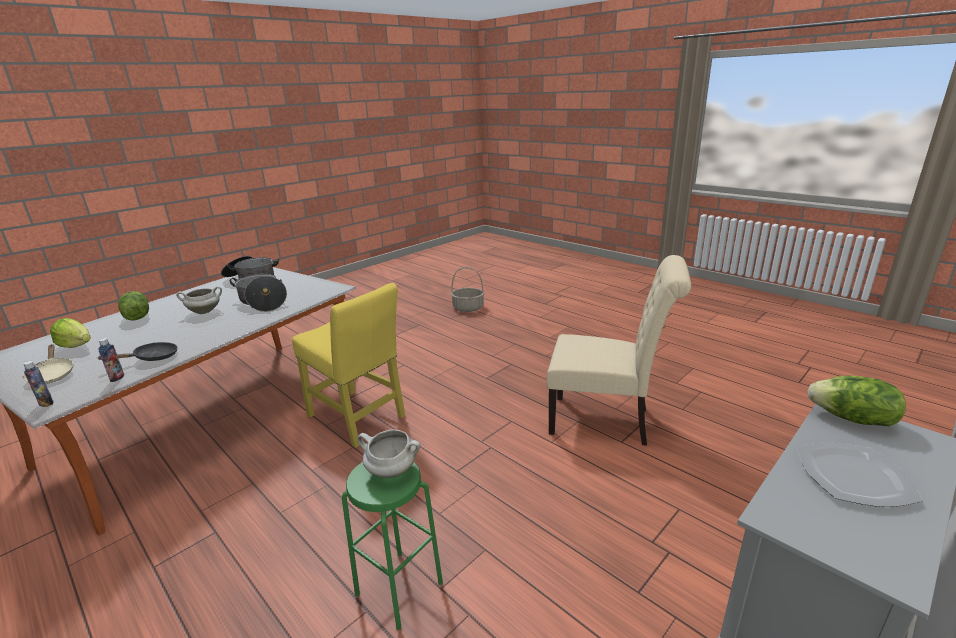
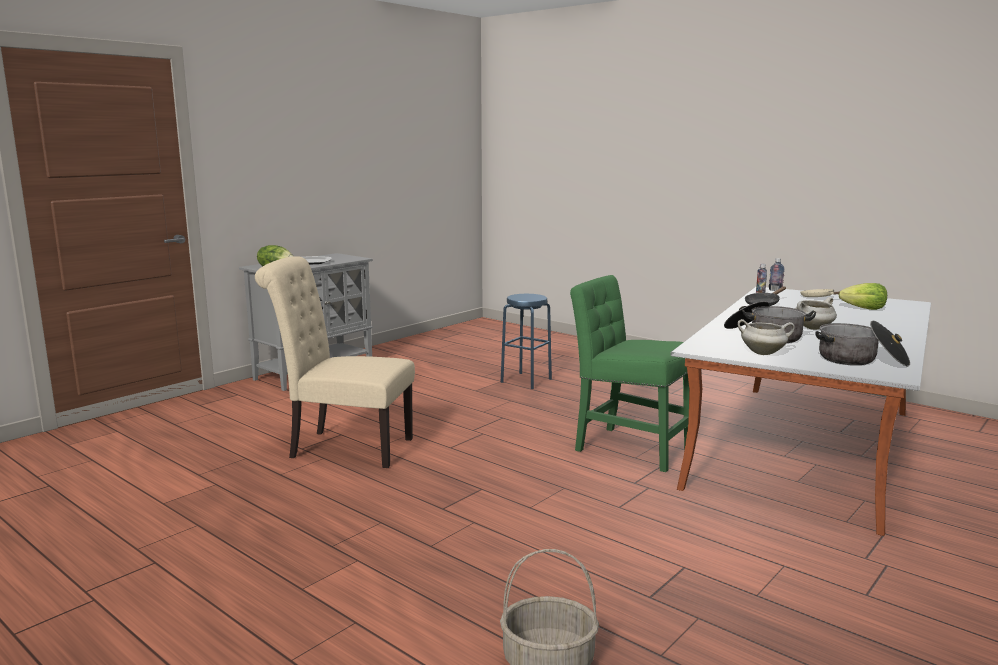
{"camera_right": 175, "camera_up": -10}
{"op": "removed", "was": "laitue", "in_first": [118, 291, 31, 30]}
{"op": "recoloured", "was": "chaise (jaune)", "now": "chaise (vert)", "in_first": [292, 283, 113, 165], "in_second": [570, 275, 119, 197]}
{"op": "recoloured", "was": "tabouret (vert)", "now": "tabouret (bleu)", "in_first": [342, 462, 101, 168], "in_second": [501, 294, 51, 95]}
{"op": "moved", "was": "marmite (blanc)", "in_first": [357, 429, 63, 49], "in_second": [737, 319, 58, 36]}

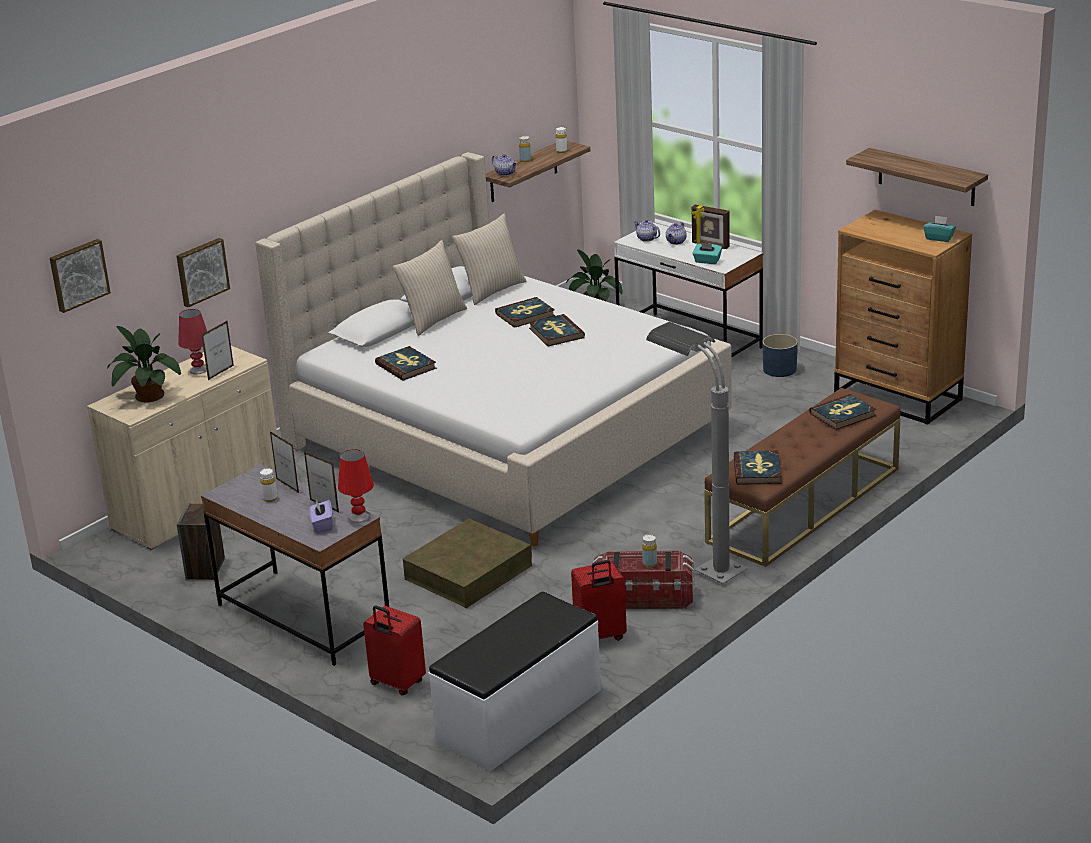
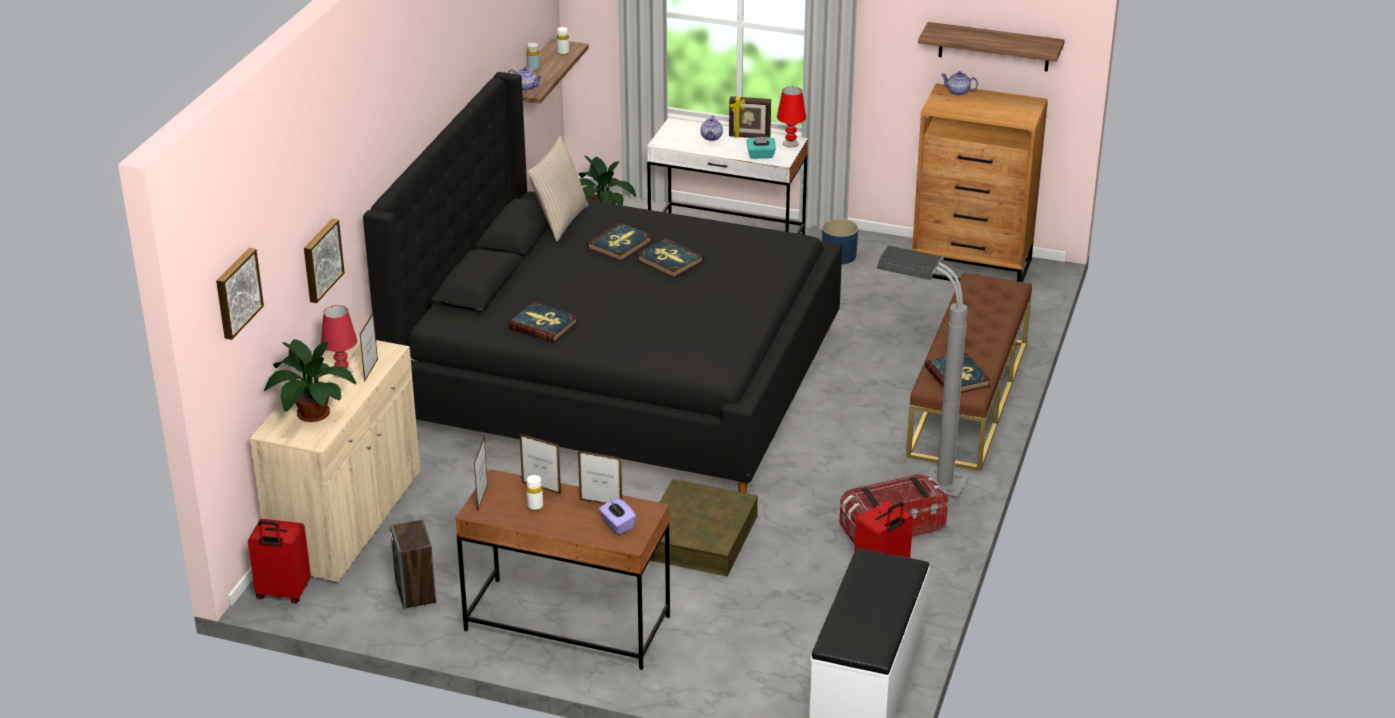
{"camera_right": -25, "camera_up": 5}
{"op": "recoloured", "was": "bureau (gris)", "now": "bureau (marron)", "in_first": [201, 464, 188, 202], "in_second": [455, 469, 215, 201]}
{"op": "recoloured", "was": "lit (beige)", "now": "lit (noir)", "in_first": [255, 152, 477, 395], "in_second": [363, 72, 479, 421]}
{"op": "moved", "was": "lampe de table (rouge)", "in_first": [338, 449, 36, 74], "in_second": [777, 87, 29, 61]}
{"op": "moved", "was": "valise (rouge)", "in_first": [363, 605, 63, 90], "in_second": [248, 519, 63, 84]}
{"op": "removed", "was": "coussin (beige)", "in_first": [393, 240, 74, 96]}
{"op": "moved", "was": "théière", "in_first": [633, 220, 27, 22], "in_second": [941, 71, 37, 25]}
{"op": "removed", "was": "bouteille (jaune)", "in_first": [642, 534, 15, 33]}
{"op": "removed", "was": "livre", "in_first": [809, 394, 67, 36]}
{"op": "removed", "was": "boîte à mouchoirs (turquoise)", "in_first": [923, 215, 33, 27]}
{"op": "added", "now": "cadre photo", "in_second": [474, 438, 14, 73]}

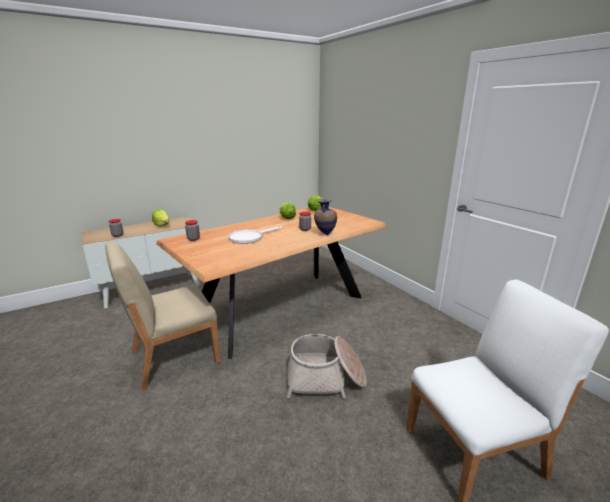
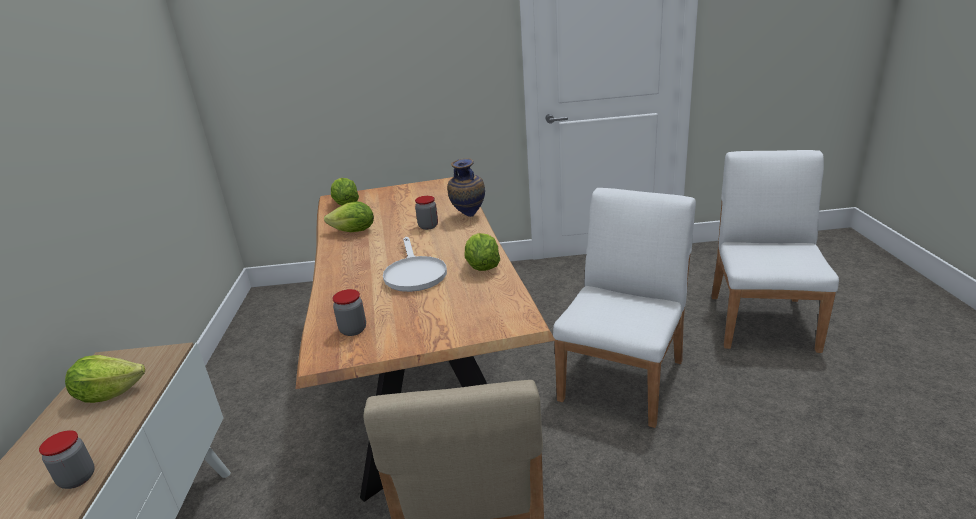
{"camera_right": -60, "camera_up": 5}
{"op": "replaced", "was": "panier", "now": "chaise (blanc)", "in_first": [287, 334, 80, 65], "in_second": [553, 188, 143, 240]}
{"op": "added", "now": "laitue", "in_second": [465, 233, 35, 38]}

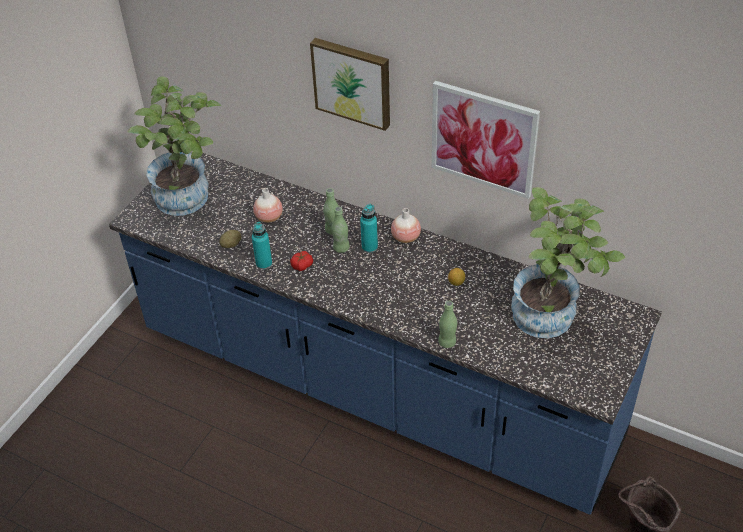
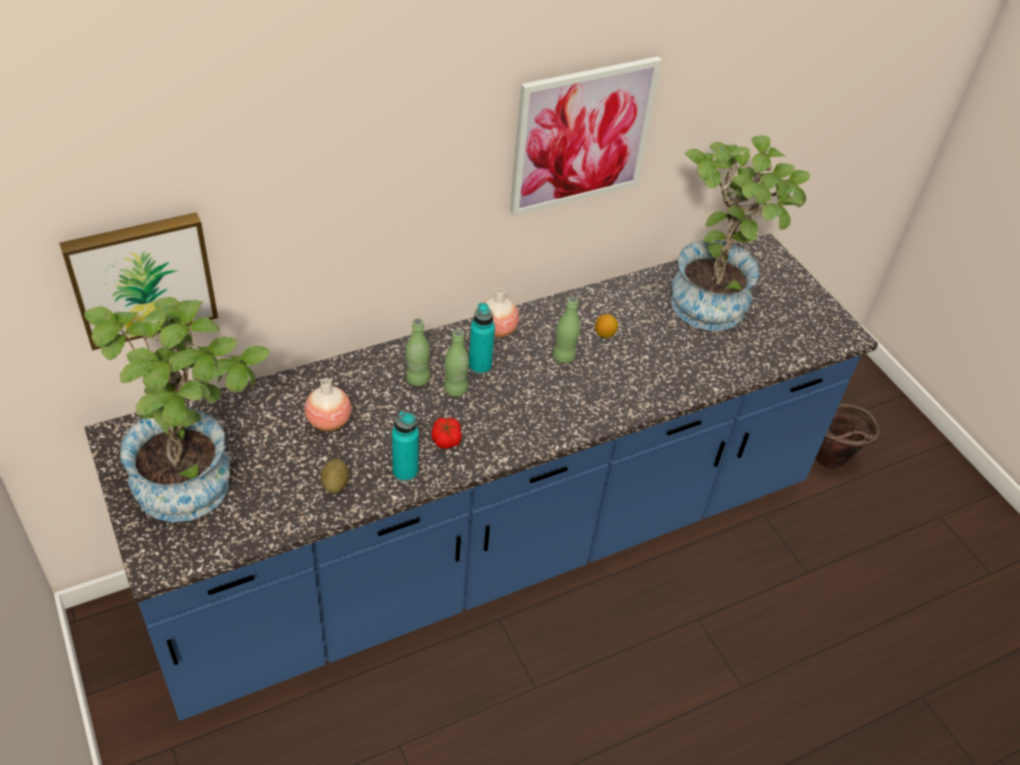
{"camera_right": -60, "camera_up": 0}
{"op": "moved", "was": "tableau", "in_first": [310, 38, 80, 93], "in_second": [59, 212, 159, 139]}
{"op": "moved", "was": "bouteille (vert)", "in_first": [438, 301, 19, 47], "in_second": [553, 296, 27, 67]}

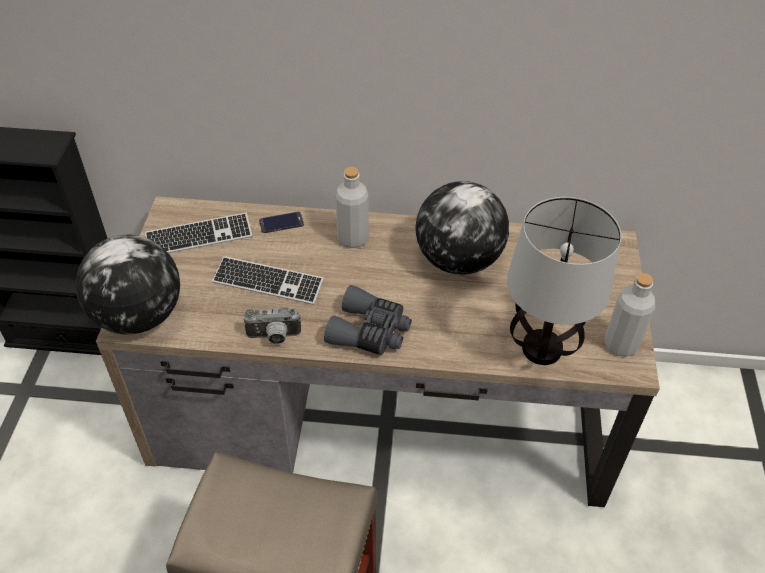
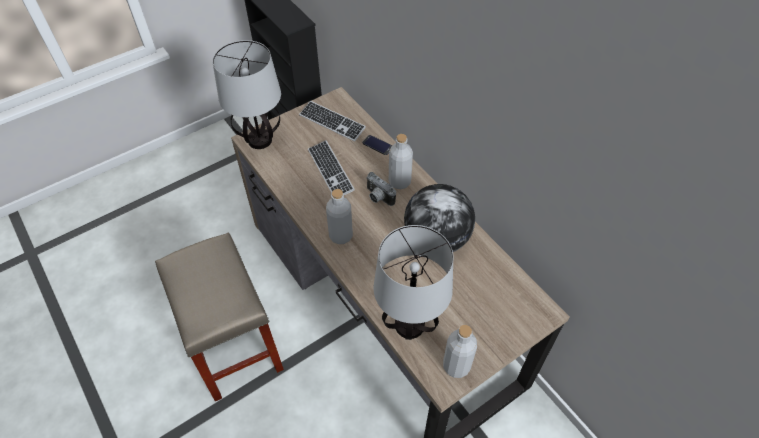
{"camera_right": 50, "camera_up": 5}
{"op": "replaced", "was": "globe", "now": "lampe de table", "in_first": [76, 235, 104, 99], "in_second": [213, 40, 68, 109]}
{"op": "moved", "was": "appareil photo", "in_first": [243, 307, 58, 38], "in_second": [366, 172, 30, 34]}
{"op": "replaced", "was": "jumelles (gris)", "now": "bouteille (gris)", "in_first": [324, 285, 88, 70], "in_second": [326, 189, 27, 55]}

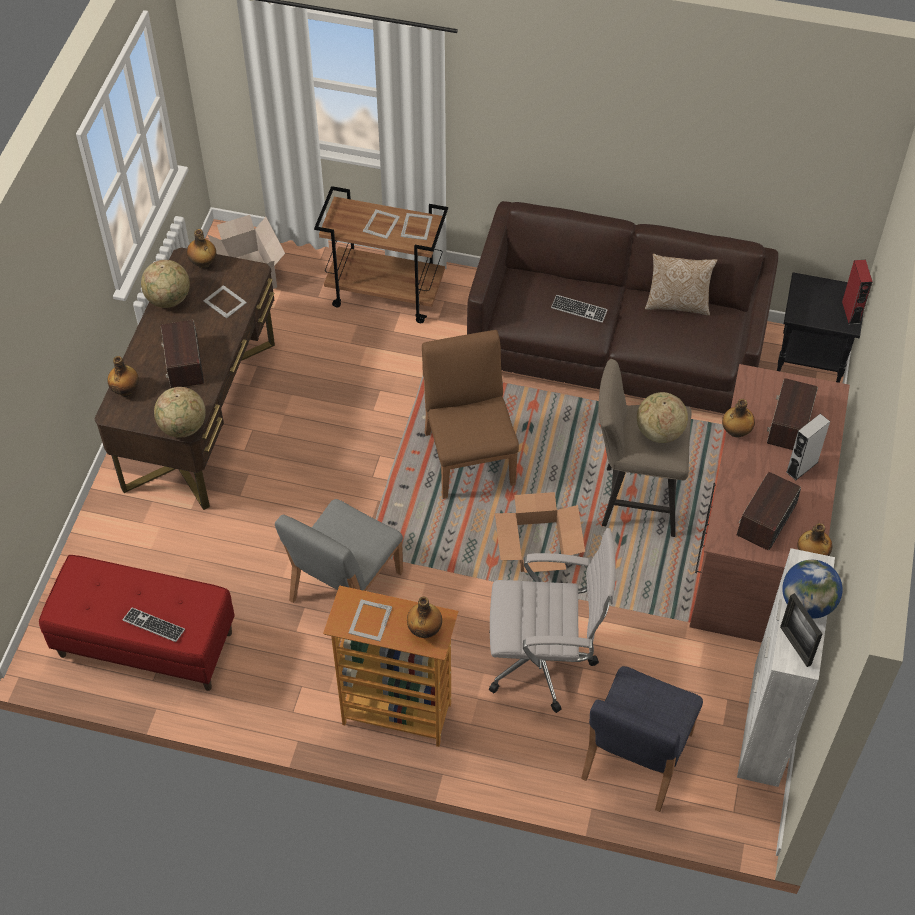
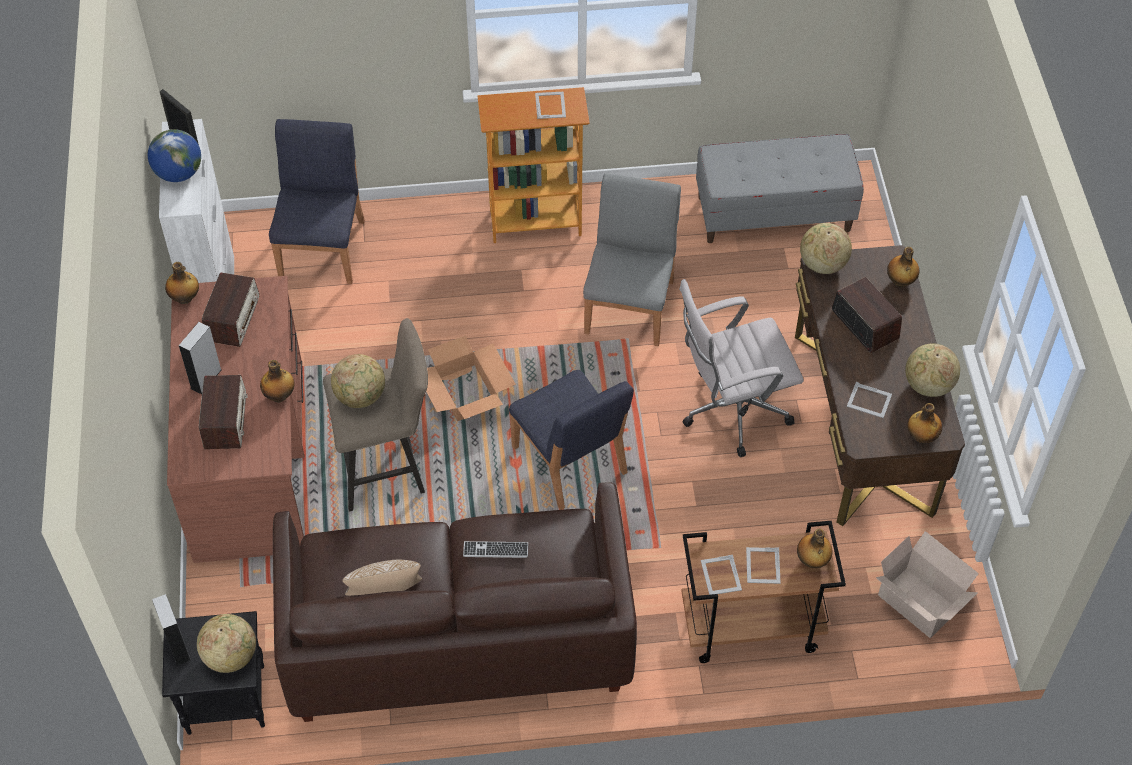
{"camera_right": 160, "camera_up": 0}
{"op": "recoloured", "was": "banc (rouge)", "now": "banc (gris)", "in_first": [39, 555, 196, 136], "in_second": [696, 134, 168, 109]}
{"op": "removed", "was": "clavier", "in_first": [122, 608, 63, 34]}
{"op": "moved", "was": "bouteille", "in_first": [407, 597, 35, 41], "in_second": [797, 529, 35, 39]}
{"op": "recoloured", "was": "chaise (marron)", "now": "chaise (bleu)", "in_first": [422, 330, 97, 169], "in_second": [509, 370, 125, 140]}
{"op": "moved", "was": "chaise de bureau (blanc)", "in_first": [489, 528, 127, 185], "in_second": [679, 279, 125, 178]}
{"op": "recoloured", "was": "enceinte (rouge)", "now": "enceinte (gris)", "in_first": [842, 260, 31, 65], "in_second": [152, 594, 39, 72]}
{"op": "added", "now": "globe", "in_second": [197, 614, 59, 59]}

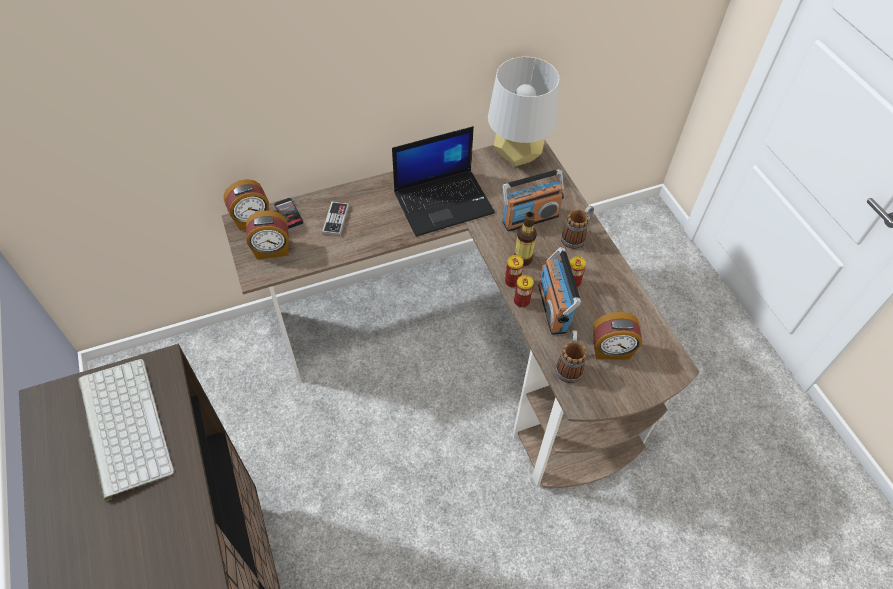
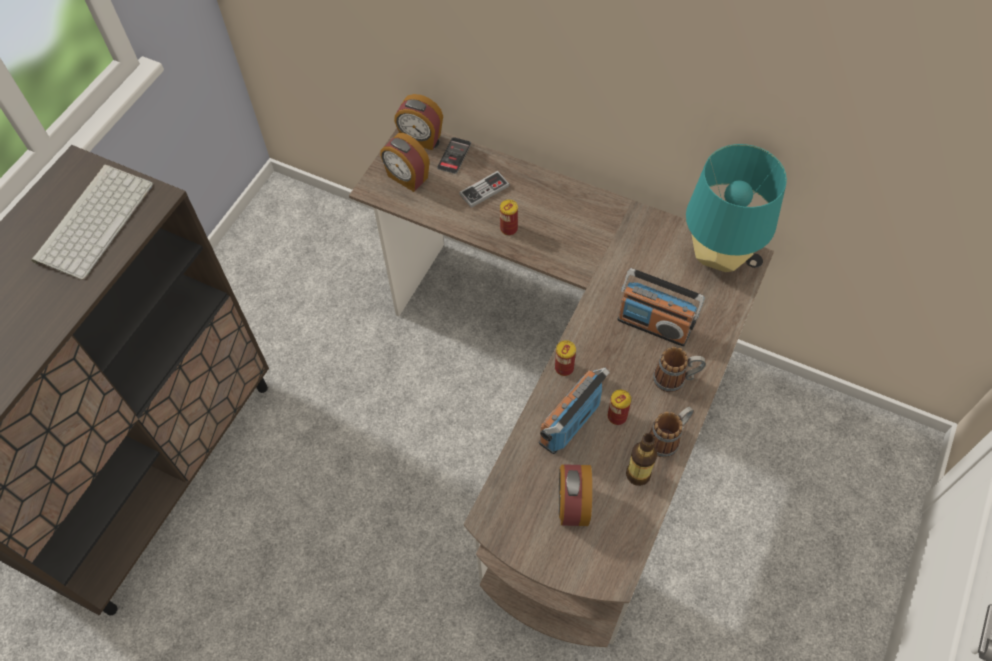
{"camera_right": 50, "camera_up": 5}
{"op": "removed", "was": "ordinateur portable", "in_first": [392, 126, 103, 111]}
{"op": "recoloured", "was": "lampe de table (gris)", "now": "lampe de table (turquoise)", "in_first": [488, 57, 71, 109], "in_second": [686, 144, 101, 128]}
{"op": "moved", "was": "bouteille", "in_first": [514, 212, 23, 54], "in_second": [626, 433, 31, 53]}
{"op": "moved", "was": "boîte métallique", "in_first": [514, 275, 20, 33], "in_second": [500, 200, 18, 36]}
{"op": "moved", "was": "mug", "in_first": [555, 330, 32, 53], "in_second": [649, 407, 45, 51]}
{"op": "turned", "was": "réveil", "in_first": [593, 312, 49, 48], "in_second": [559, 464, 33, 62], "clockwise": 45}

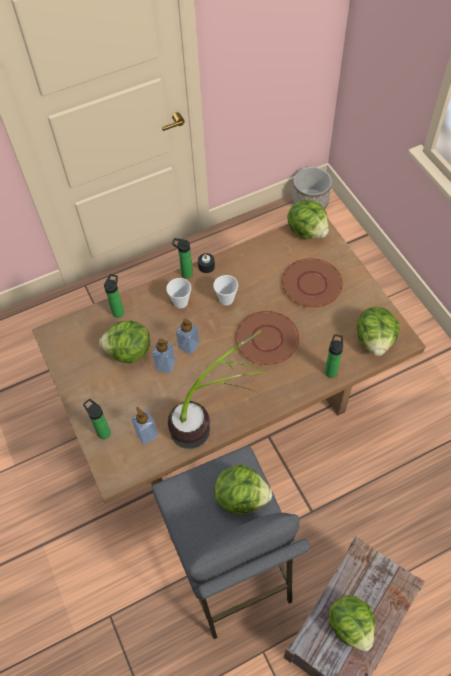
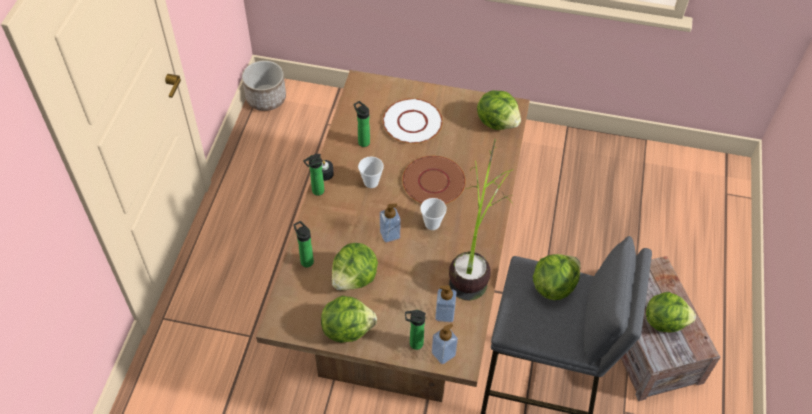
{"camera_right": -55, "camera_up": -5}
{"op": "moved", "was": "distributeur de savon", "in_first": [152, 339, 23, 34], "in_second": [432, 323, 26, 41]}
{"op": "moved", "was": "tasse", "in_first": [166, 278, 25, 30], "in_second": [420, 198, 27, 32]}
{"op": "recoloured", "was": "assiette (marron)", "now": "assiette (blanc)", "in_first": [282, 258, 61, 50], "in_second": [383, 98, 60, 46]}
{"op": "moved", "was": "laitue", "in_first": [287, 200, 42, 39], "in_second": [321, 295, 56, 48]}
{"op": "moved", "was": "bouteille", "in_first": [325, 334, 18, 44], "in_second": [354, 101, 16, 46]}

